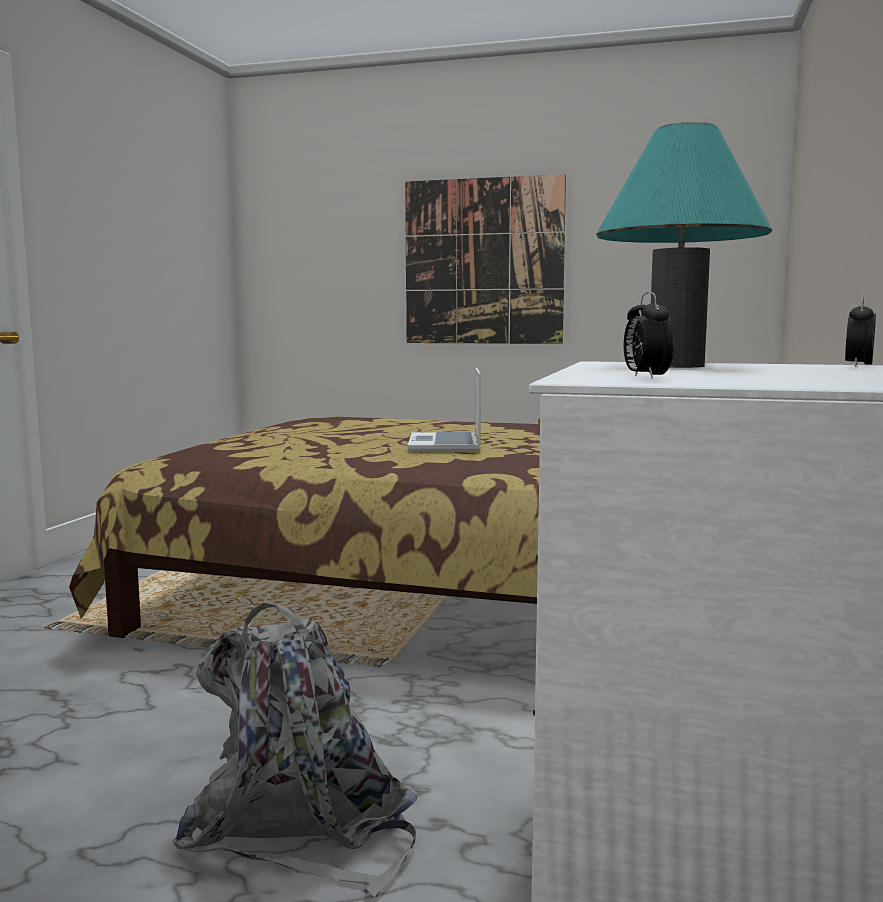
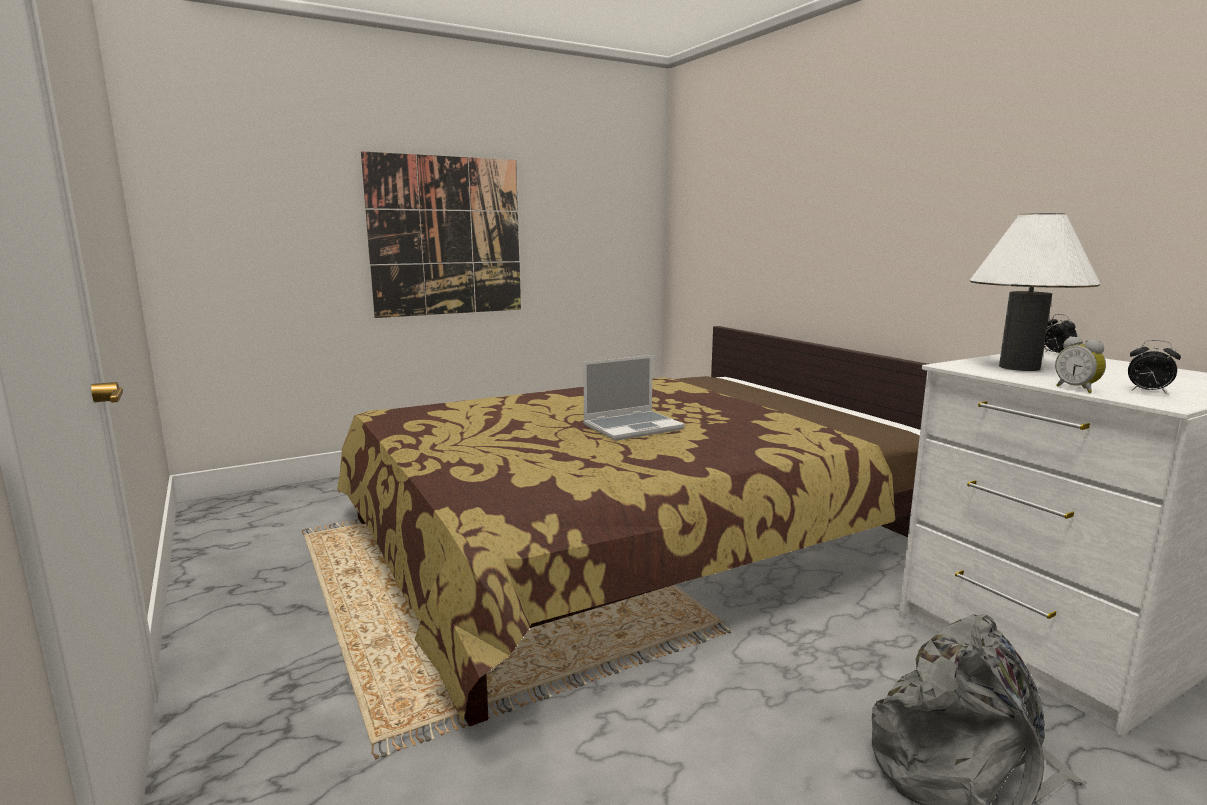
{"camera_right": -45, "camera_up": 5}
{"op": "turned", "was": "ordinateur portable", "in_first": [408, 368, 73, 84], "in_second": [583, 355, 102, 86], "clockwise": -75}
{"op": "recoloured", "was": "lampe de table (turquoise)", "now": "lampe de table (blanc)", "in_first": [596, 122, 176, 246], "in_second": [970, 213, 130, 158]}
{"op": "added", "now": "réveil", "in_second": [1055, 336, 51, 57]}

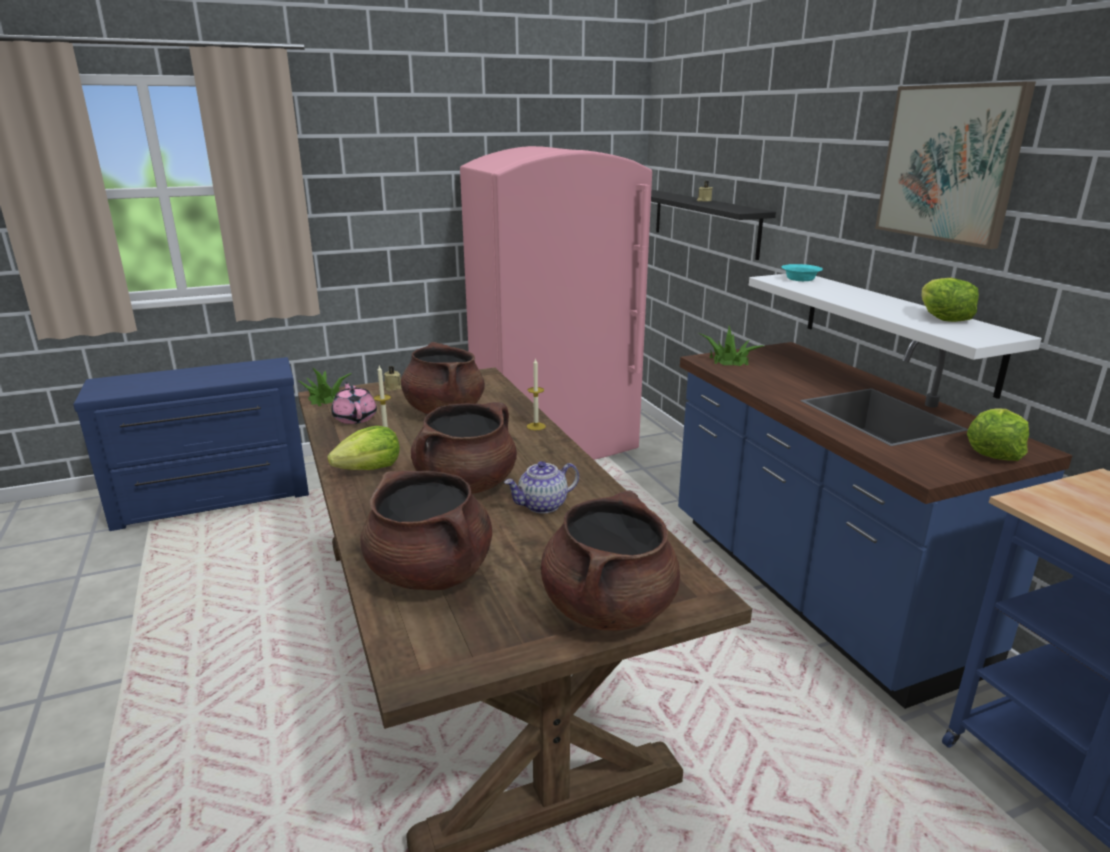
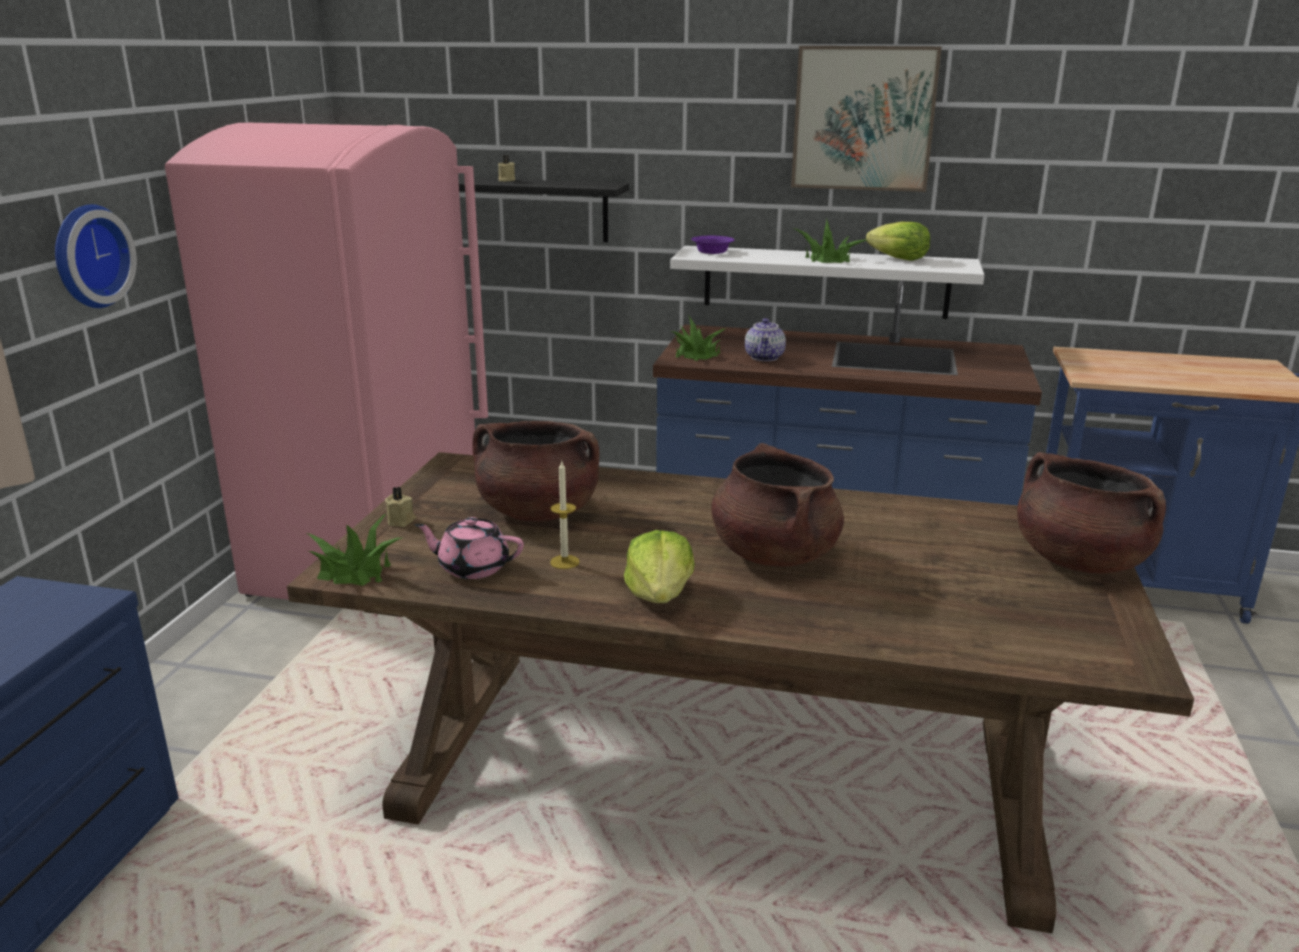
{"camera_right": -55, "camera_up": 0}
{"op": "removed", "was": "marmite (marron)", "in_first": [360, 471, 132, 119]}
{"op": "moved", "was": "théière", "in_first": [504, 461, 75, 53], "in_second": [745, 318, 41, 43]}
{"op": "removed", "was": "bougie", "in_first": [527, 358, 19, 72]}
{"op": "recoloured", "was": "bol (turquoise)", "now": "bol (violet)", "in_first": [782, 264, 41, 17], "in_second": [691, 236, 44, 18]}
{"op": "removed", "was": "laitue", "in_first": [967, 408, 62, 53]}
{"op": "added", "now": "horloge murale", "in_second": [55, 204, 82, 104]}
{"op": "added", "now": "plante en pot", "in_second": [793, 218, 74, 45]}

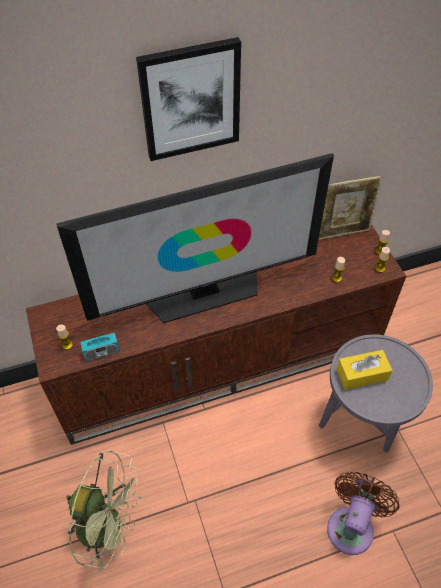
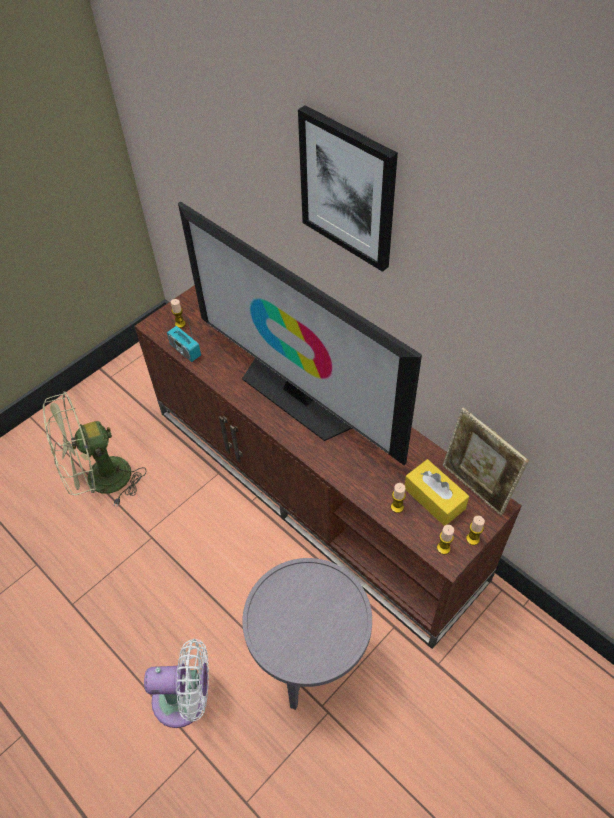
{"camera_right": 65, "camera_up": 0}
{"op": "turned", "was": "ventilateur (vert)", "in_first": [66, 451, 75, 119], "in_second": [43, 391, 104, 115], "clockwise": 75}
{"op": "recoloured", "was": "ventilateur (marron)", "now": "ventilateur (blanc)", "in_first": [327, 472, 73, 83], "in_second": [144, 639, 65, 89]}
{"op": "moved", "was": "boîte à mouchoirs (jaune)", "in_first": [336, 350, 57, 40], "in_second": [405, 459, 64, 67]}

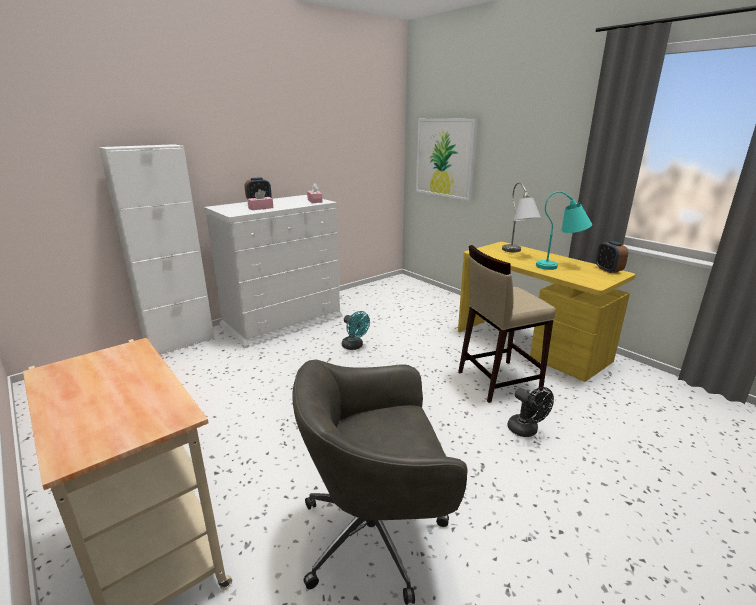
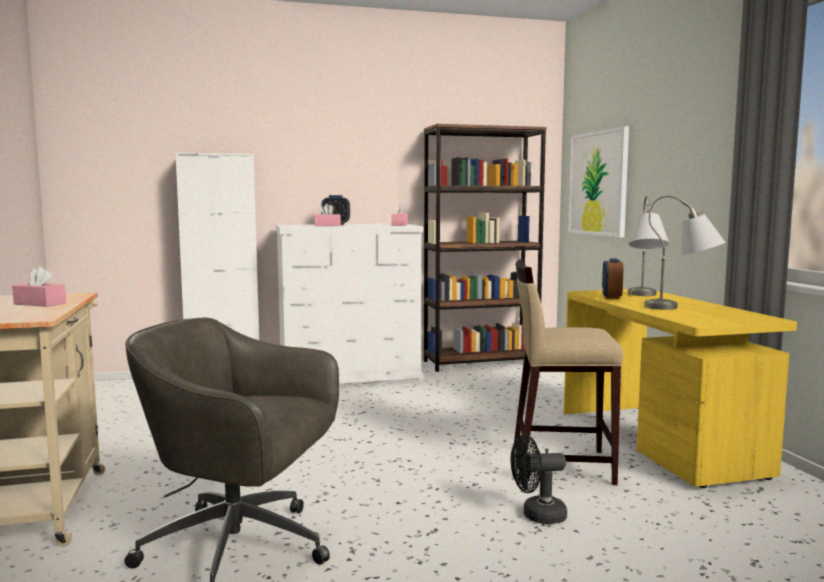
{"camera_right": 25, "camera_up": -15}
{"op": "removed", "was": "ventilateur (turquoise)", "in_first": [342, 311, 28, 39]}
{"op": "turned", "was": "ventilateur (noir)", "in_first": [507, 387, 47, 50], "in_second": [511, 434, 56, 90], "clockwise": 90}
{"op": "recoloured", "was": "lampe de table (turquoise)", "now": "lampe de table (gris)", "in_first": [536, 191, 56, 79], "in_second": [645, 195, 81, 115]}
{"op": "moved", "was": "réveil", "in_first": [596, 241, 32, 32], "in_second": [602, 259, 21, 40]}
{"op": "added", "now": "boîte à mouchoirs (rose)", "in_second": [12, 266, 54, 41]}
{"op": "added", "now": "bibliothèque (marron)", "in_second": [424, 124, 123, 248]}

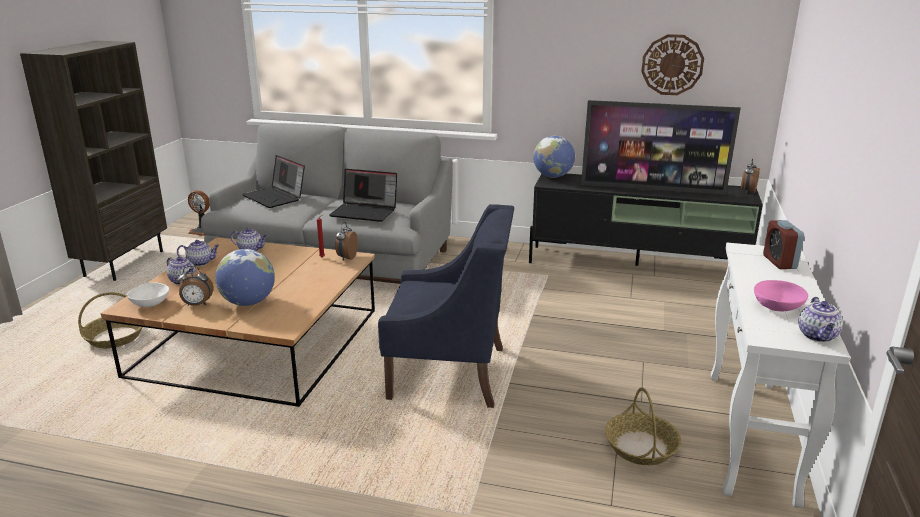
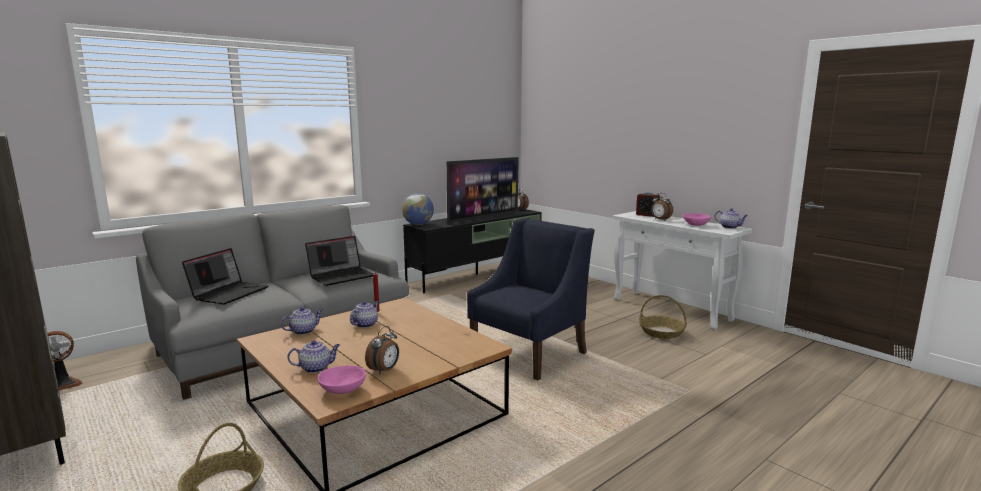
{"camera_right": -55, "camera_up": -10}
{"op": "recoloured", "was": "bol (blanc)", "now": "bol (rose)", "in_first": [127, 283, 42, 24], "in_second": [318, 366, 48, 28]}
{"op": "moved", "was": "théière", "in_first": [177, 240, 43, 26], "in_second": [350, 301, 28, 27]}
{"op": "removed", "was": "globe", "in_first": [215, 249, 60, 57]}
{"op": "turned", "was": "ordinateur portable", "in_first": [242, 155, 63, 53], "in_second": [182, 248, 86, 57], "clockwise": -60}
{"op": "moved", "was": "réveil", "in_first": [335, 222, 23, 39], "in_second": [651, 193, 22, 27]}
{"op": "removed", "was": "horloge murale", "in_first": [641, 34, 63, 61]}

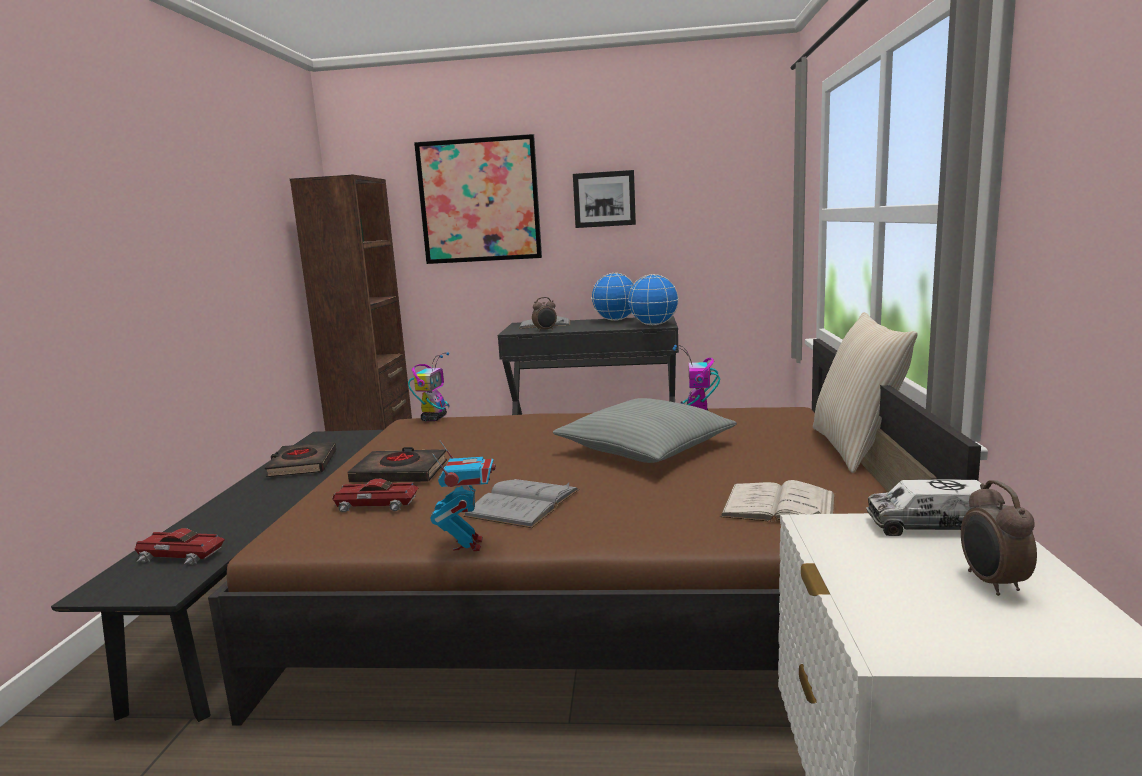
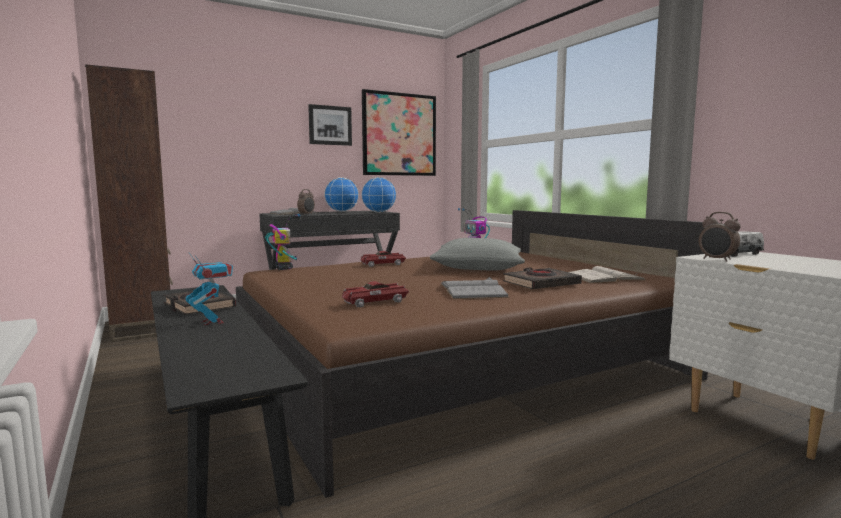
{"camera_right": -35, "camera_up": -5}
{"op": "moved", "was": "petite voiture", "in_first": [135, 528, 90, 37], "in_second": [361, 251, 45, 16]}
{"op": "moved", "was": "livre (noir)", "in_first": [348, 447, 99, 35], "in_second": [503, 267, 79, 22]}
{"op": "moved", "was": "tableau", "in_first": [414, 134, 128, 130], "in_second": [362, 89, 74, 87]}
{"op": "moved", "was": "robot jouet", "in_first": [430, 441, 66, 110], "in_second": [185, 253, 48, 72]}
{"op": "removed", "was": "coussin (beige)", "in_first": [813, 312, 105, 161]}
{"op": "moved", "was": "réveil", "in_first": [961, 480, 76, 116], "in_second": [699, 212, 42, 50]}

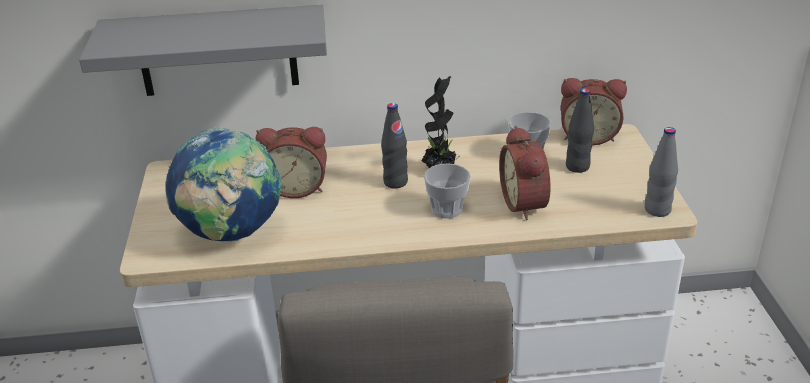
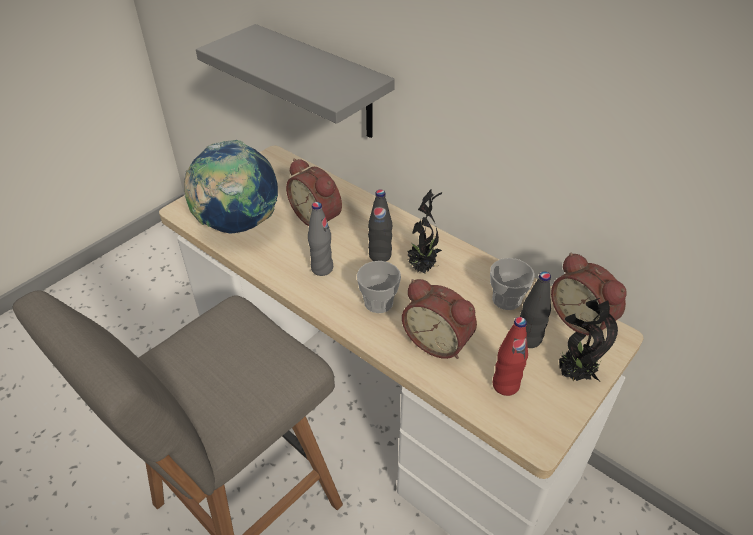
{"camera_right": 45, "camera_up": 10}
{"op": "turned", "was": "réveil", "in_first": [499, 126, 51, 94], "in_second": [402, 279, 75, 80], "clockwise": -90}
{"op": "moved", "was": "bouteille (gris)", "in_first": [645, 127, 33, 90], "in_second": [308, 202, 25, 74]}
{"op": "added", "now": "bouteille (rouge)", "in_second": [493, 317, 35, 79]}
{"op": "added", "now": "plante en pot", "in_second": [559, 298, 59, 83]}

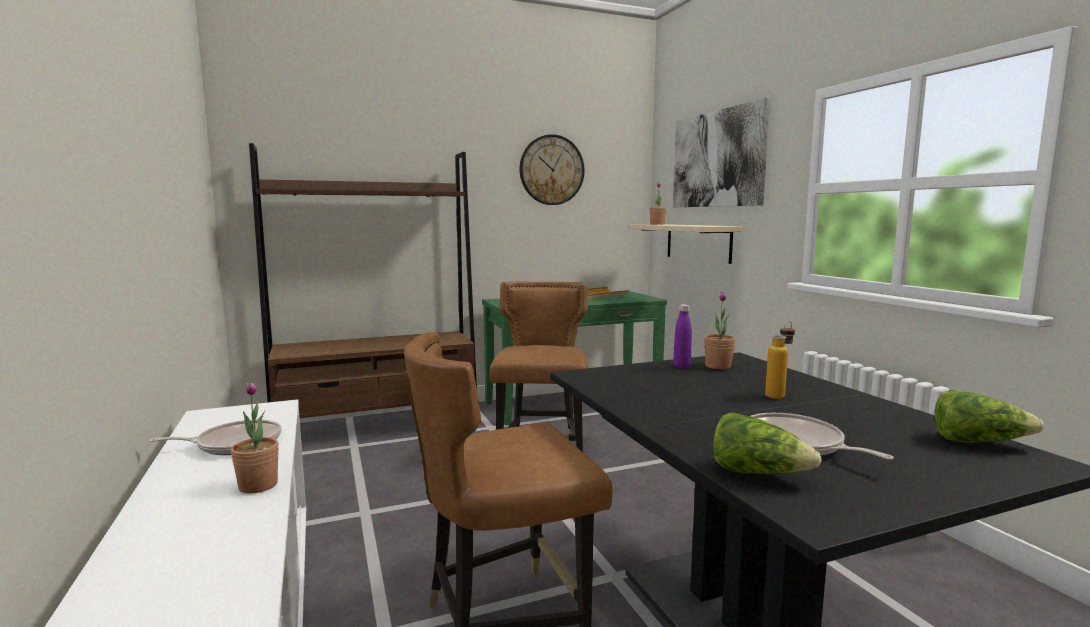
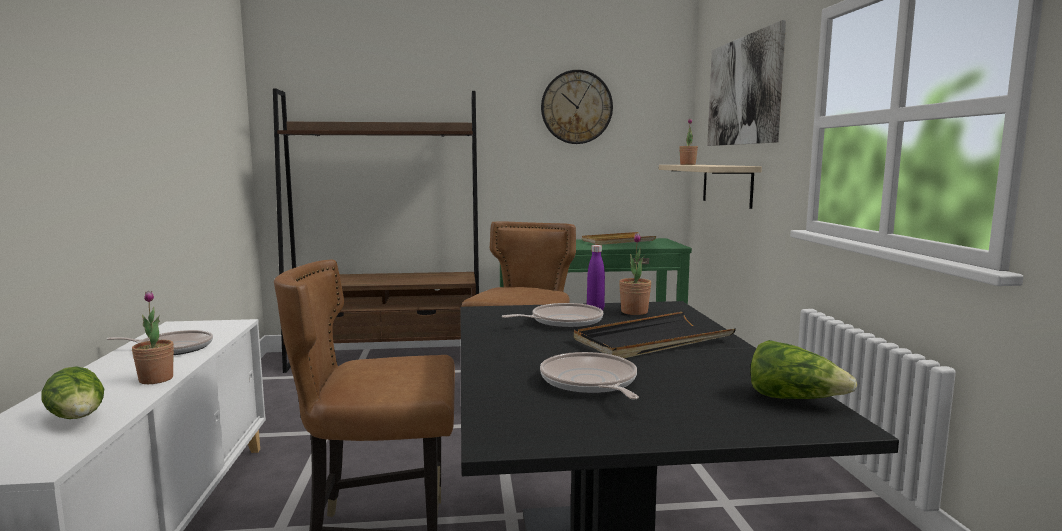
{"camera_right": 15, "camera_up": 0}
{"op": "moved", "was": "laitue", "in_first": [713, 412, 109, 62], "in_second": [41, 366, 63, 53]}
{"op": "replaced", "was": "bouteille", "now": "plateau (noir)", "in_first": [765, 321, 30, 78], "in_second": [574, 312, 162, 46]}
{"op": "added", "now": "poêle", "in_second": [502, 303, 101, 25]}

